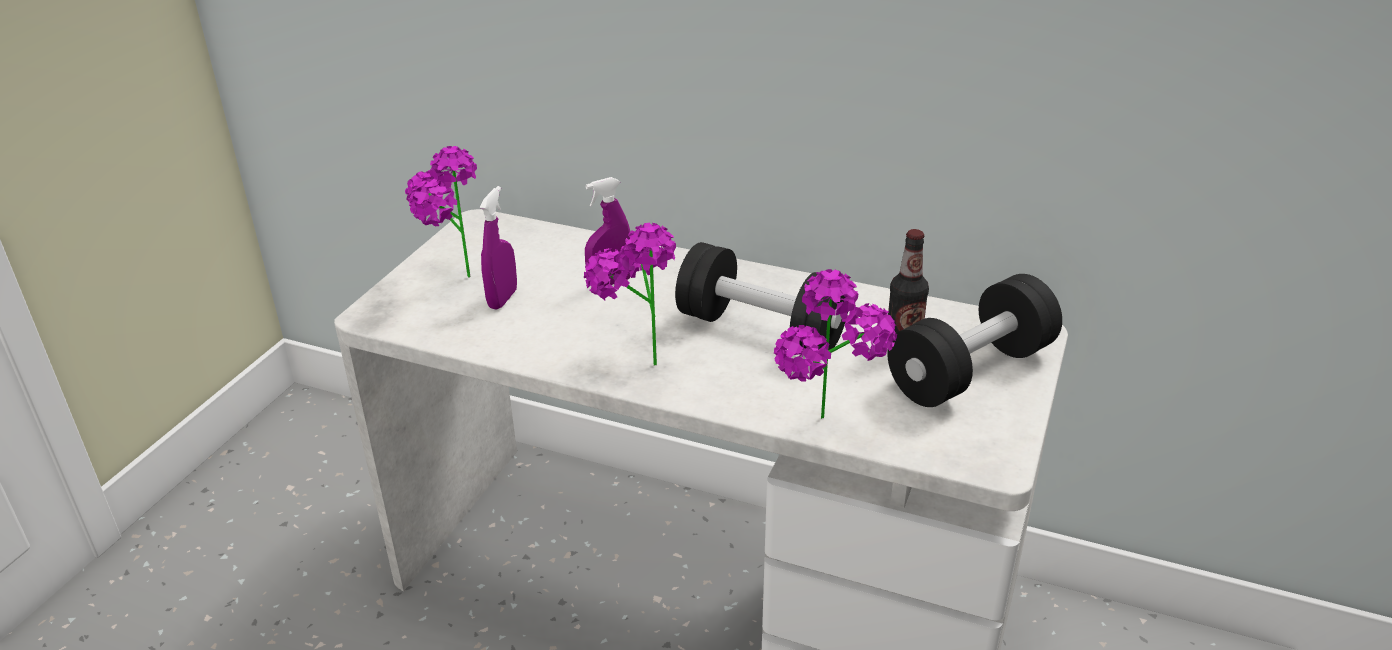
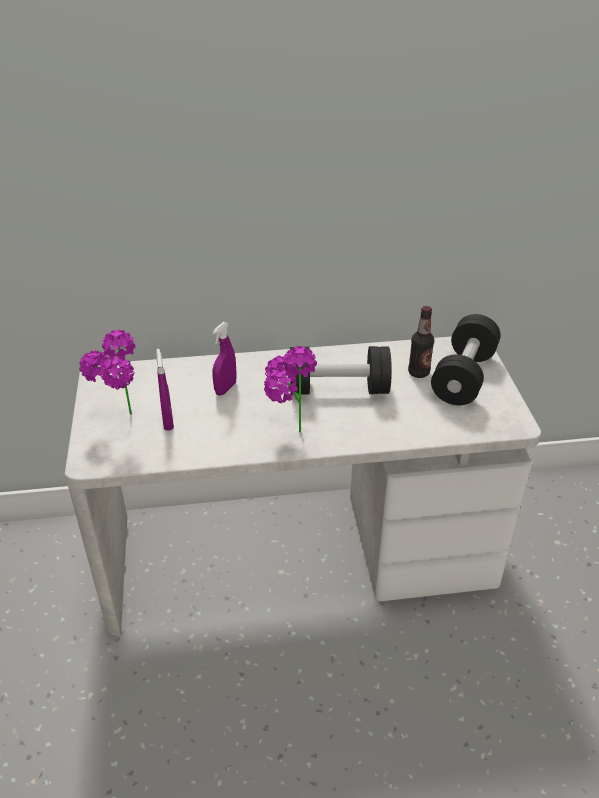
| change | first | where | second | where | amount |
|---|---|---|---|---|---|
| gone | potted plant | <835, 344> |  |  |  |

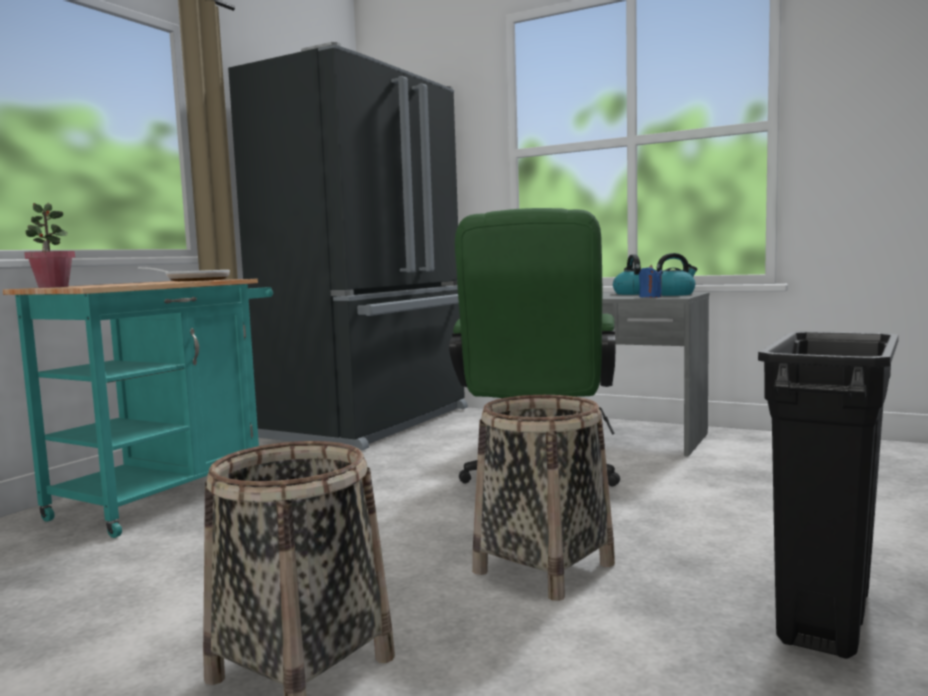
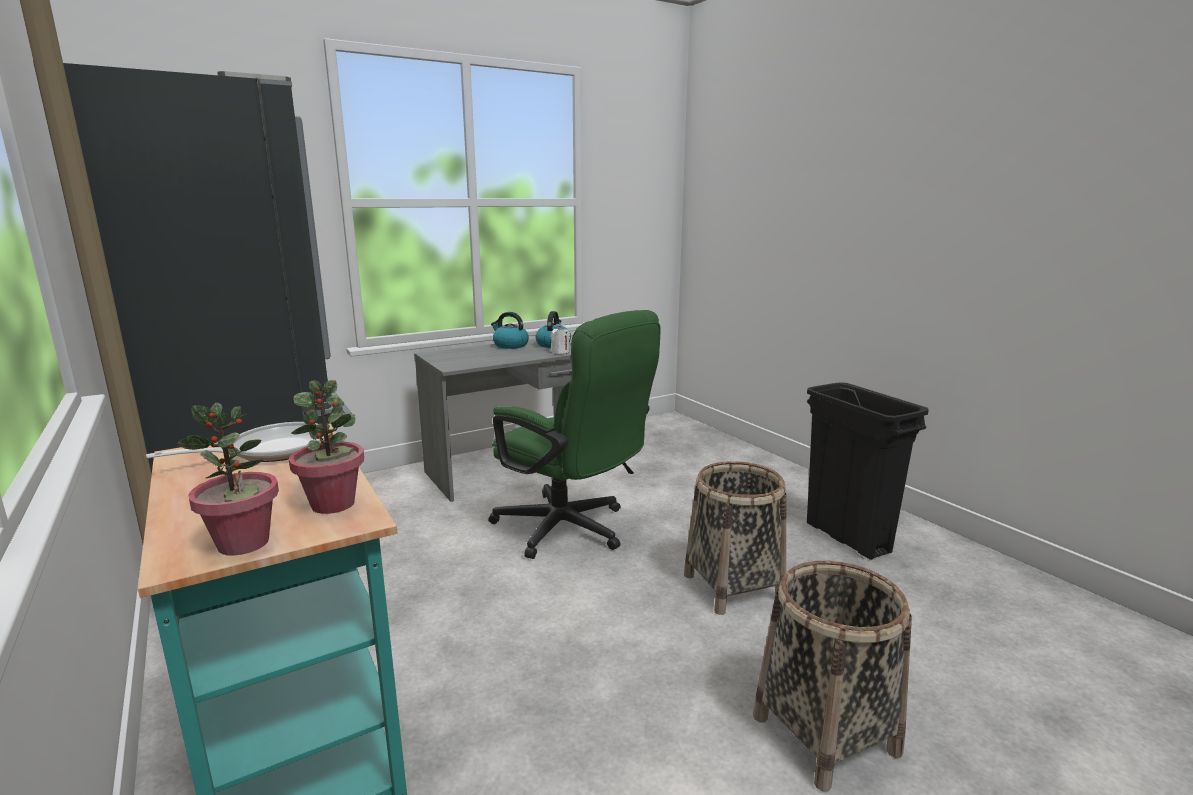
| change | first | where | second | where | amount |
|---|---|---|---|---|---|
| repainted | blue candle | <650, 281> | white candle | <560, 340> |  |
| new |  |  | potted plant | <326, 447> |  |

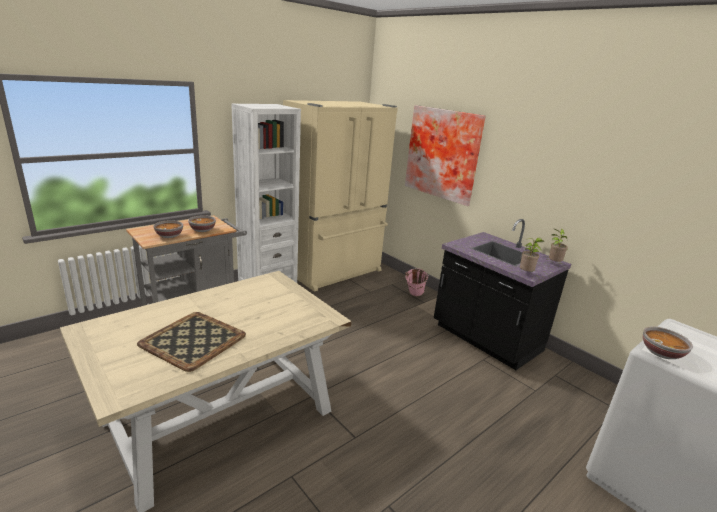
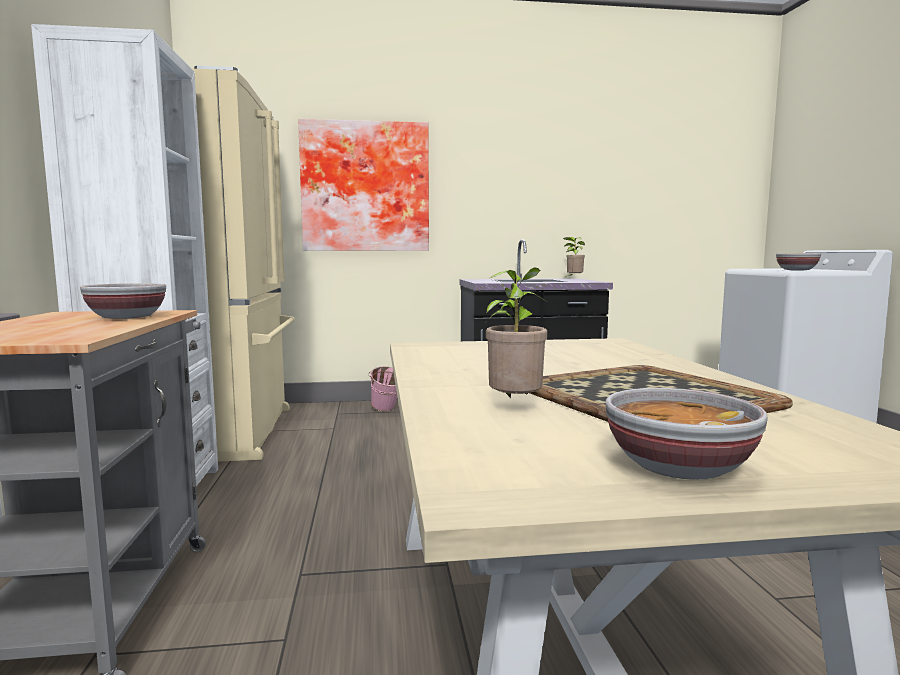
| change | first | where | second | where | amount |
|---|---|---|---|---|---|
| shifted | bowl | <168, 229> |  | <687, 434> |  |
| shifted | potted plant | <532, 255> |  | <517, 333> |  |

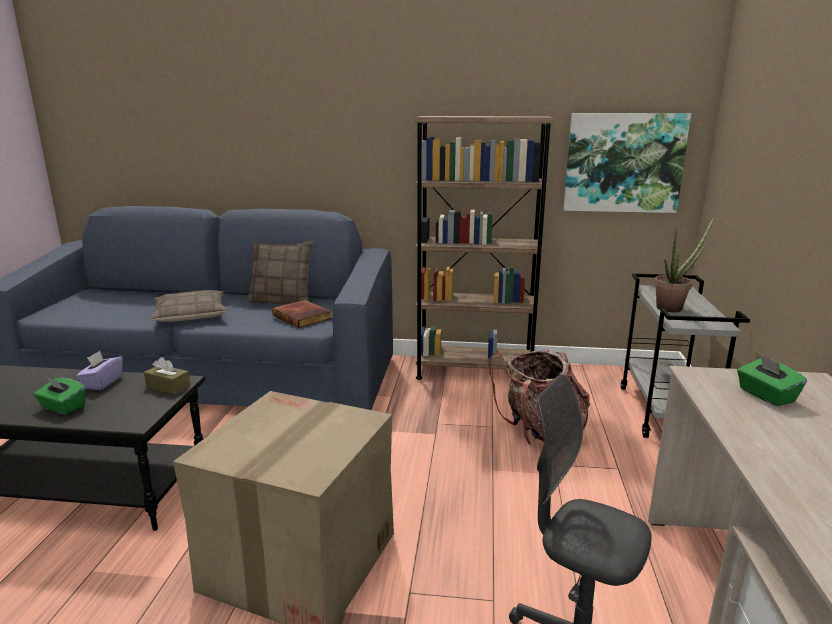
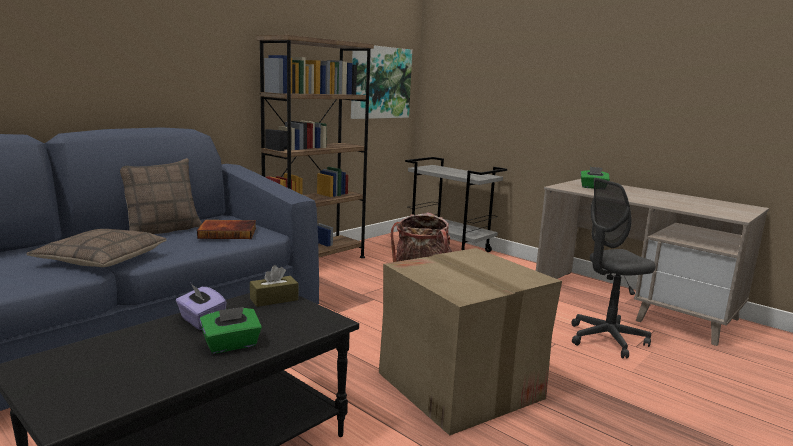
| change | first | where | second | where | amount |
|---|---|---|---|---|---|
| gone | potted plant | <684, 264> |  |  |  |

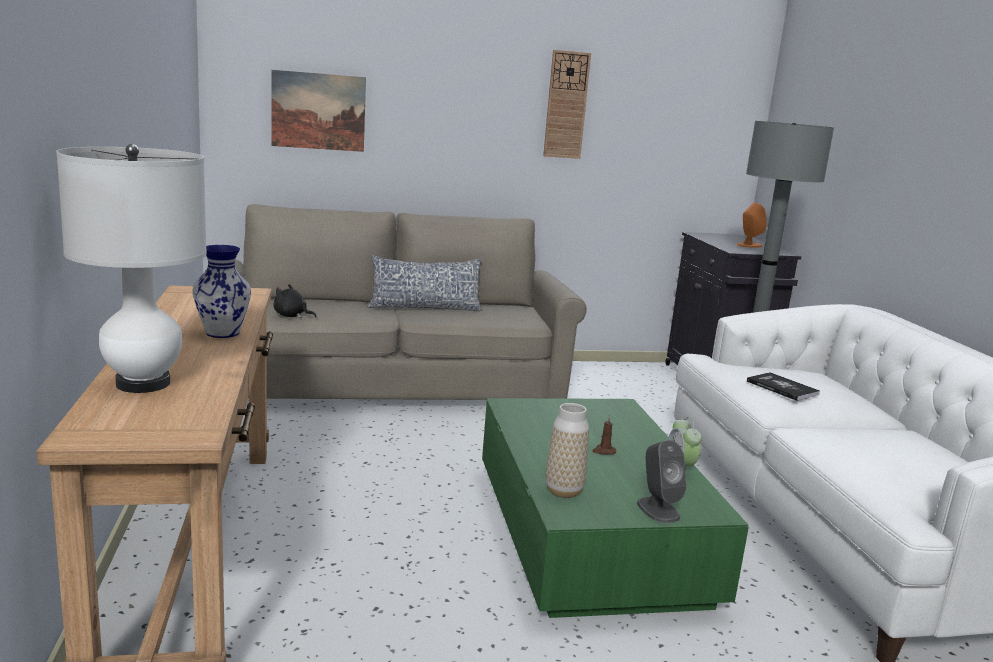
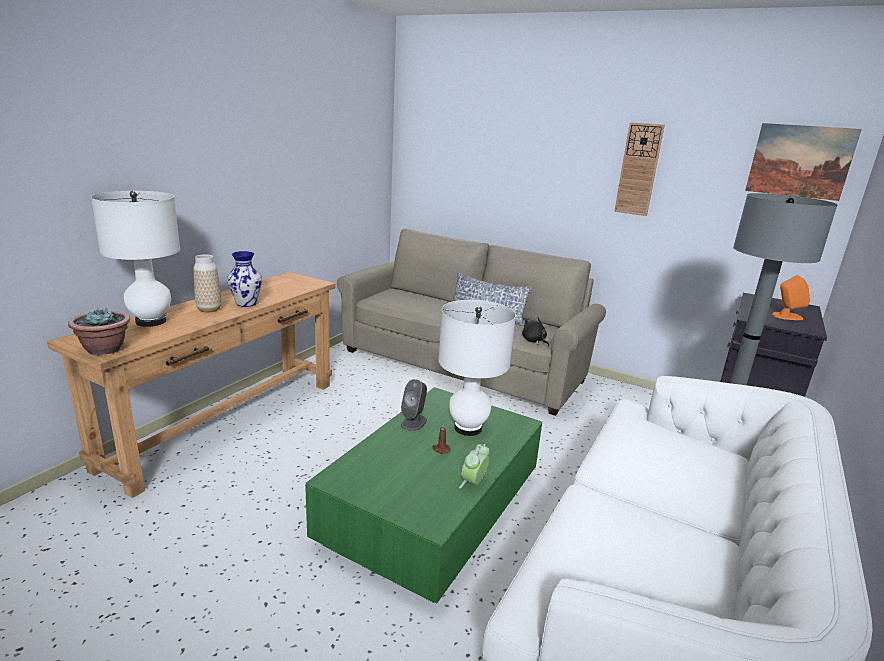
| change | first | where | second | where | amount |
|---|---|---|---|---|---|
| shifted | picture | <319, 111> |  | <803, 162> |  |
| shifted | black plush toy | <294, 301> |  | <535, 332> |  |
| shifted | vase | <567, 450> |  | <207, 283> |  |
| shifted | grey speaker | <662, 481> |  | <414, 405> |  |
| gone | book | <783, 386> |  |  |  |
| new |  |  | potted plant | <99, 331> |  |
| new |  |  | white table lamp | <477, 368> |  |

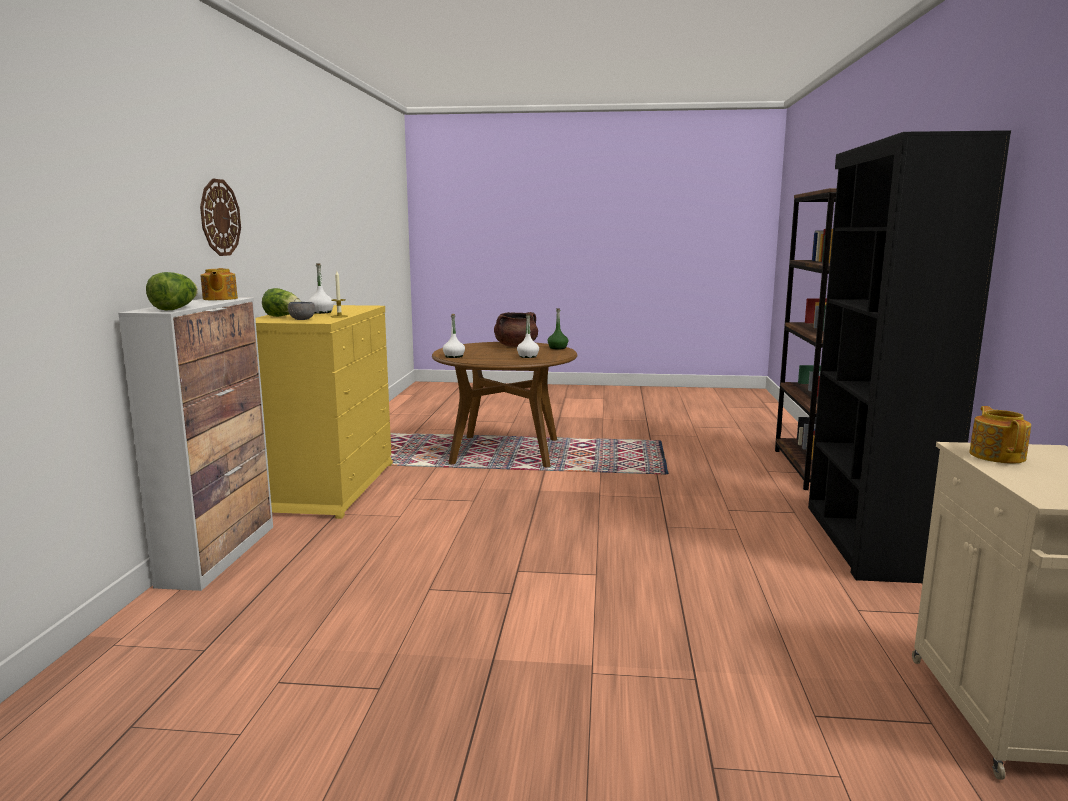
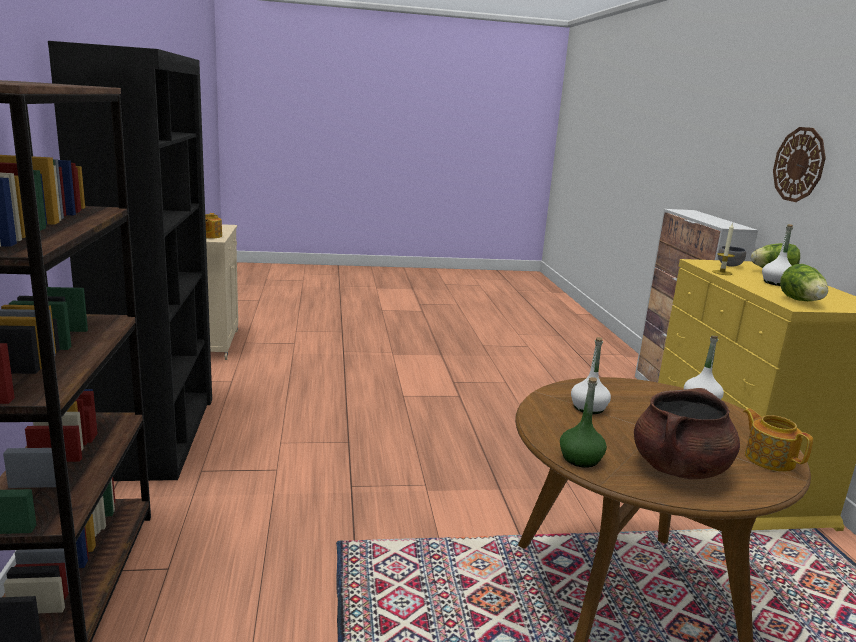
| change | first | where | second | where | amount |
|---|---|---|---|---|---|
| shifted | lettuce | <172, 291> |  | <804, 282> |  |
| shifted | teapot | <219, 284> |  | <778, 440> |  |

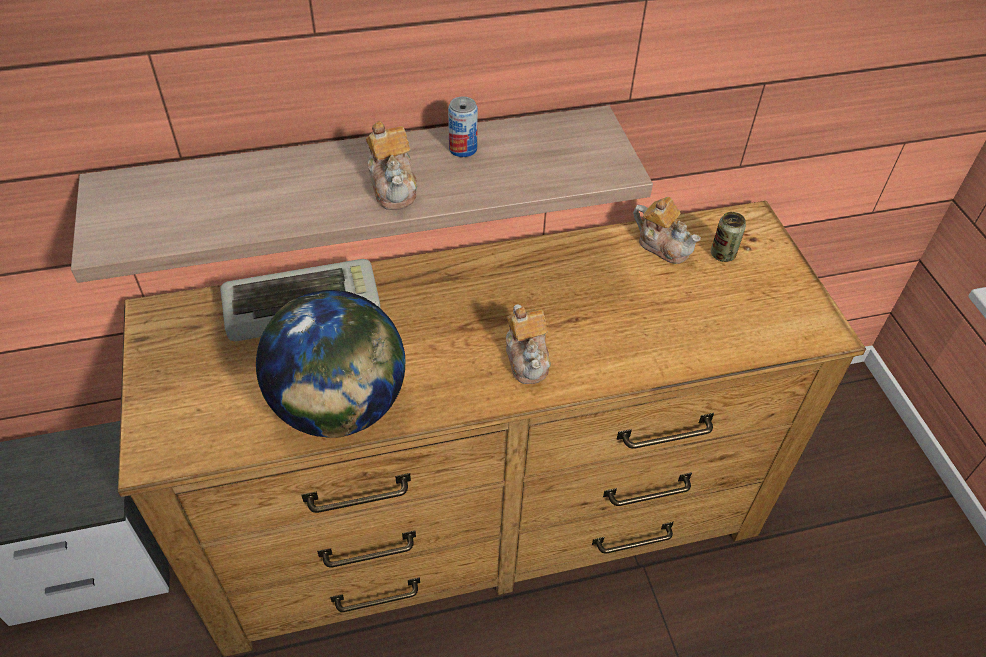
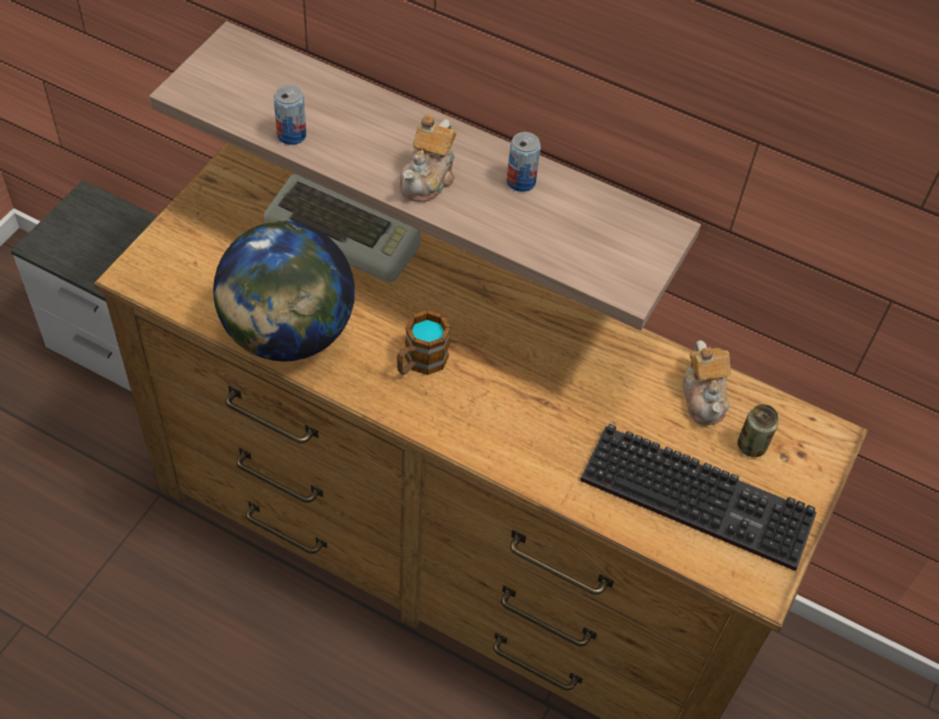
| change | first | where | second | where | amount |
|---|---|---|---|---|---|
| gone | teapot | <528, 344> |  |  |  |
| new |  |  | can | <290, 115> |  |
| new |  |  | mug | <424, 342> |  |
| new |  |  | keyboard | <698, 497> |  |

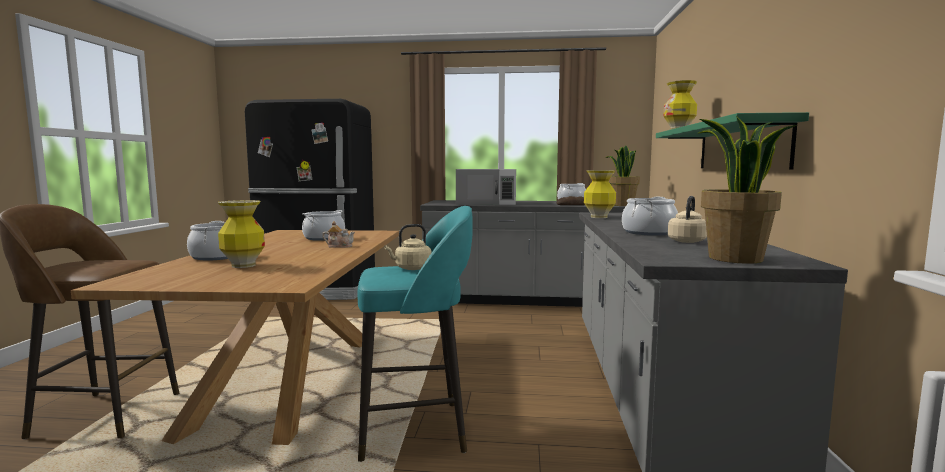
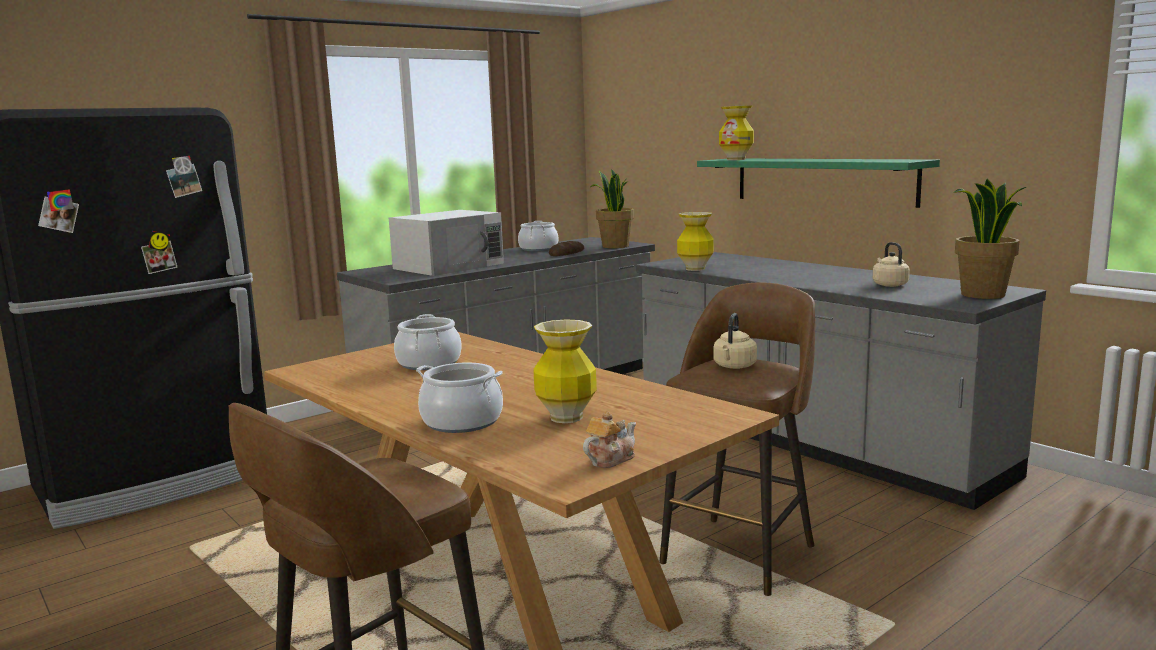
| change | first | where | second | where | amount |
|---|---|---|---|---|---|
| shifted | teapot | <338, 234> |  | <609, 439> |  |
| repainted | turquoise stool | <415, 334> | brown stool | <737, 439> |  |
| gone | cooking pot | <650, 216> |  |  |  |

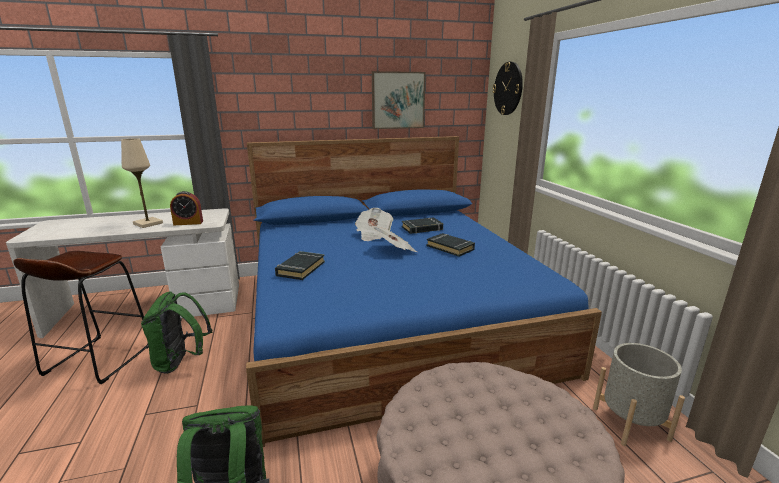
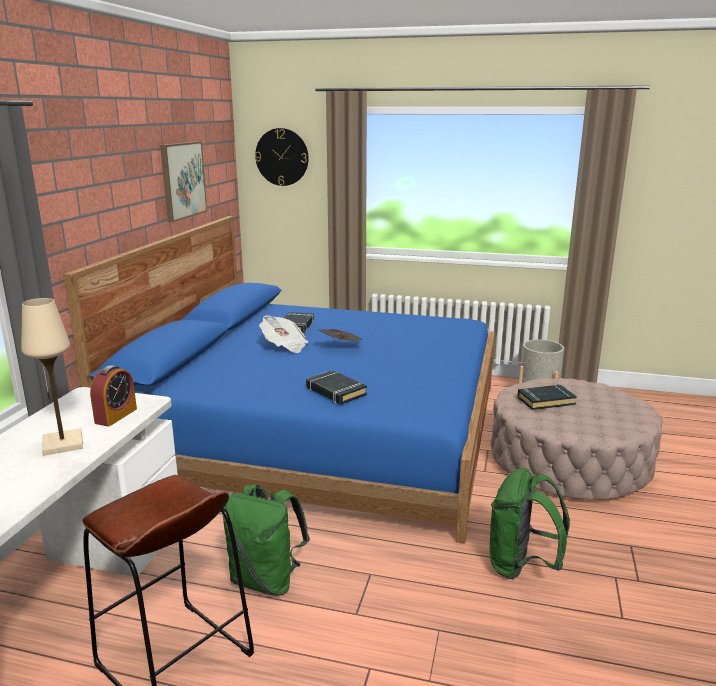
| change | first | where | second | where | amount |
|---|---|---|---|---|---|
| shifted | black book | <451, 245> |  | <547, 397> |  |

